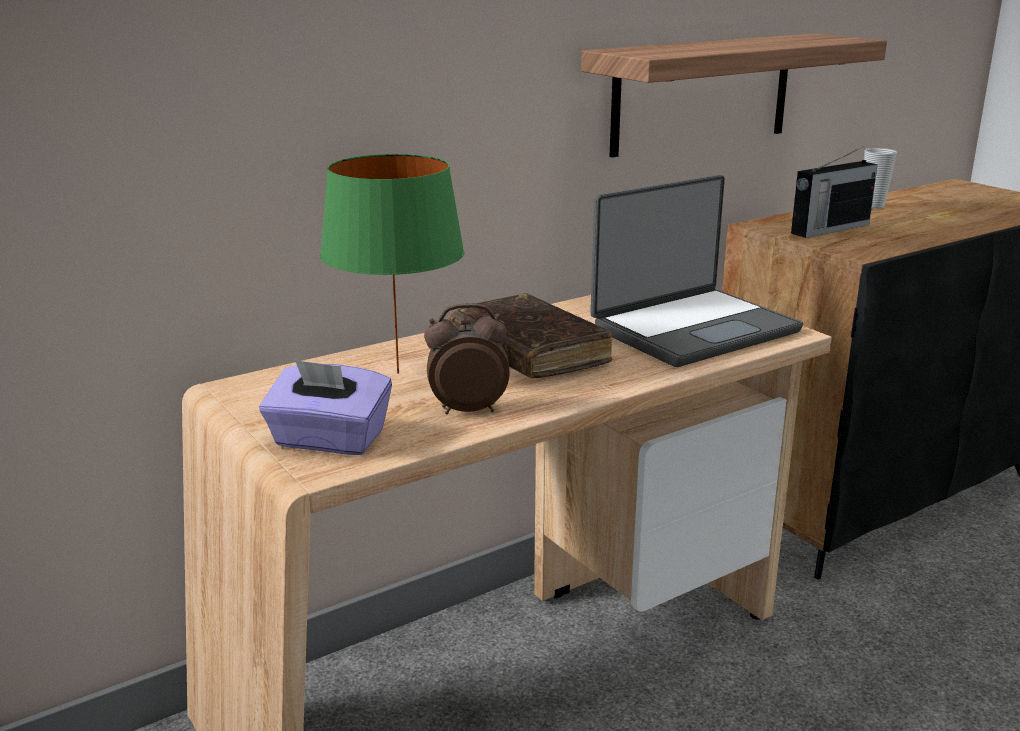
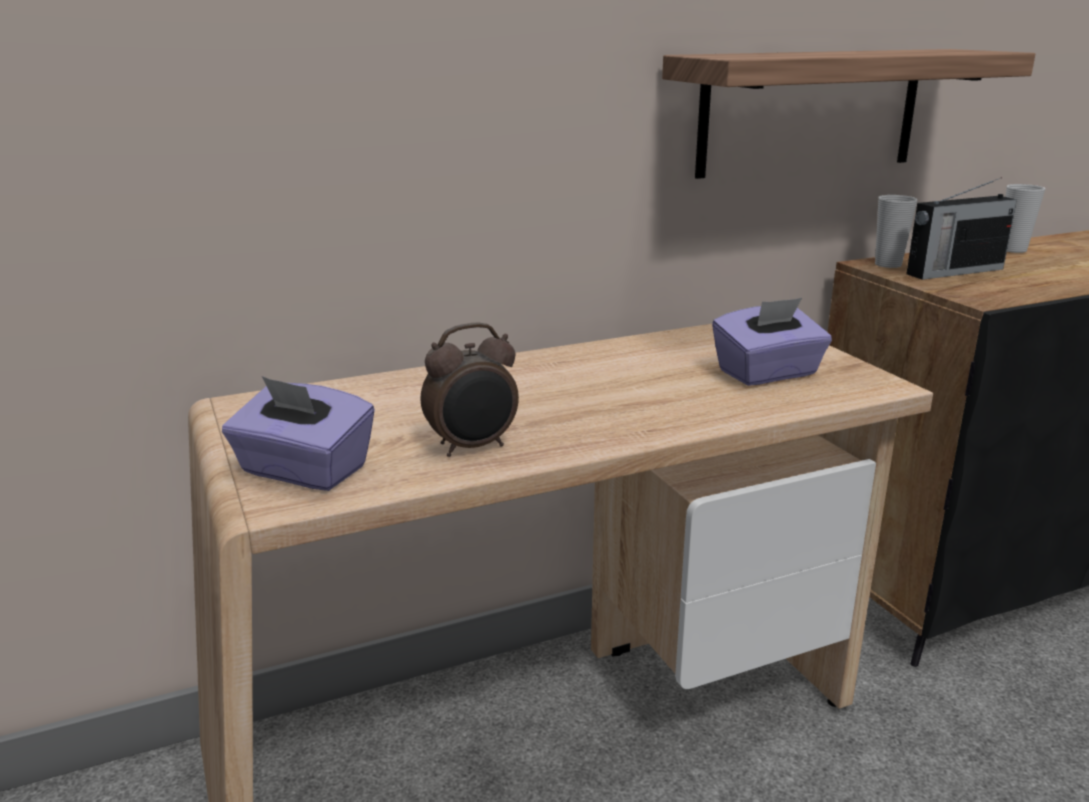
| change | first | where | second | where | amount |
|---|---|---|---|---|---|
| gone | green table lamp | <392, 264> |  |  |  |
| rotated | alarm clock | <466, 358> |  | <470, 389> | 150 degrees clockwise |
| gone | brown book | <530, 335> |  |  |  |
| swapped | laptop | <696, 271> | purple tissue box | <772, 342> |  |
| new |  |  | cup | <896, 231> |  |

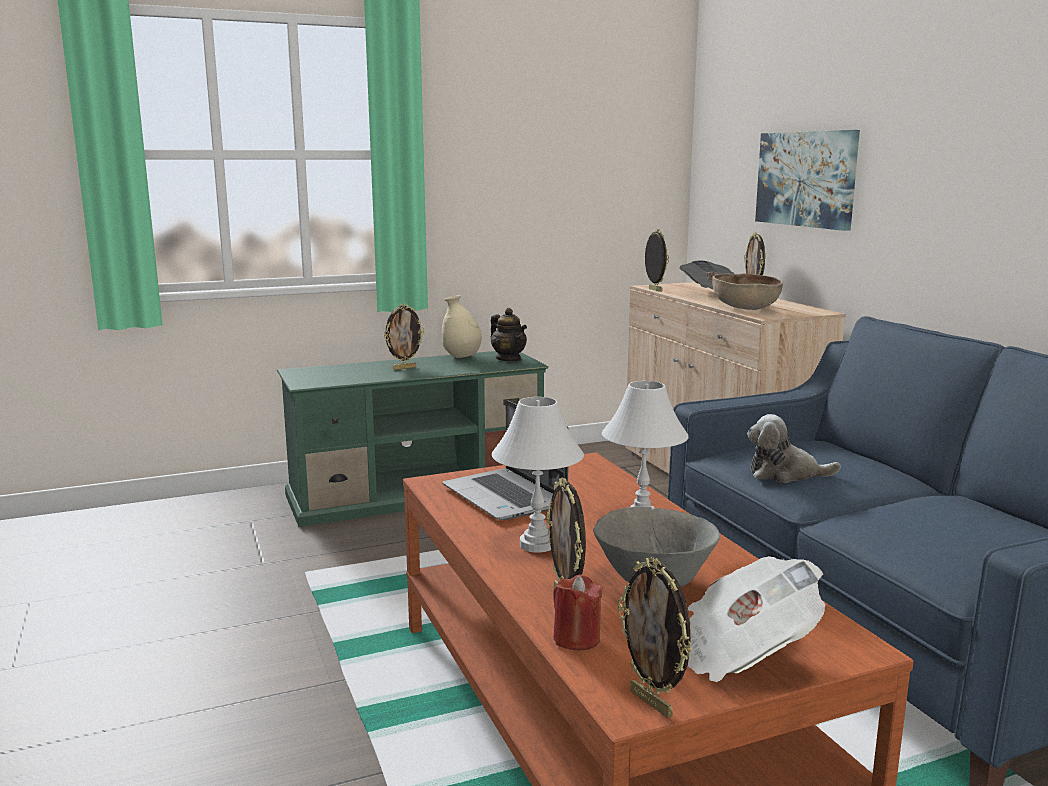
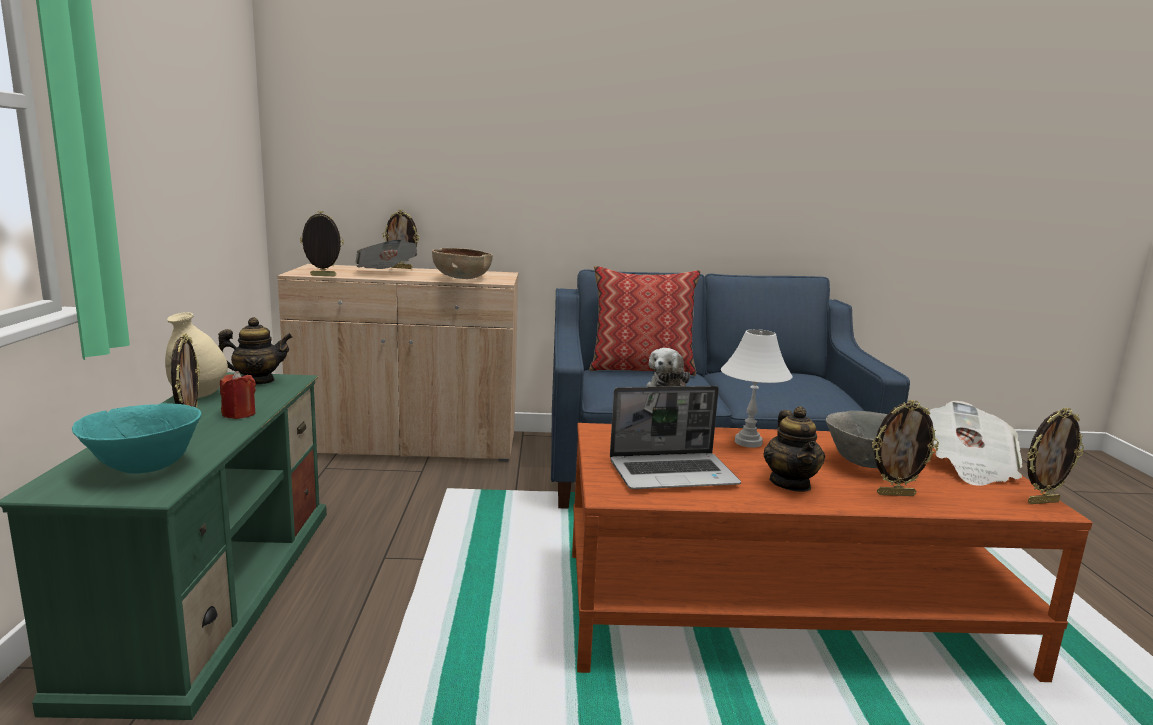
| change | first | where | second | where | amount |
|---|---|---|---|---|---|
| swapped | white table lamp | <538, 475> | teapot | <794, 449> |  |
| shifted | red candle | <578, 612> |  | <238, 395> |  |
| gone | picture | <807, 180> |  |  |  |
| new |  |  | turquoise bowl | <136, 438> |  |
| new |  |  | pillow | <645, 321> |  |

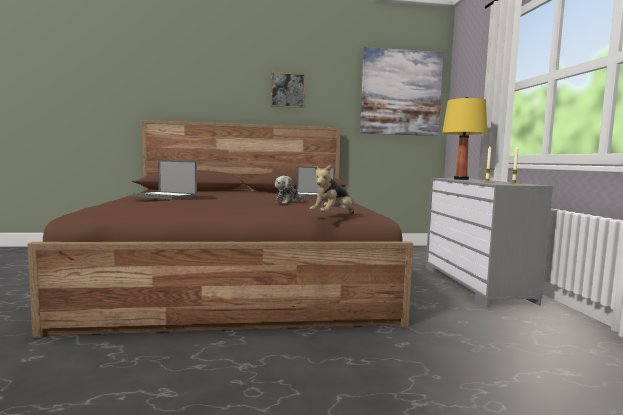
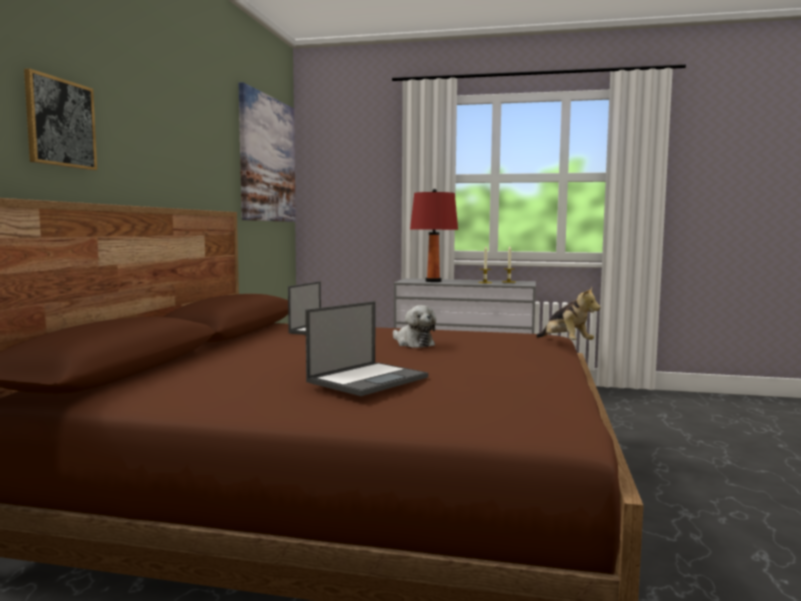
| change | first | where | second | where | amount |
|---|---|---|---|---|---|
| shifted | picture | <288, 90> |  | <60, 119> |  |
| repainted | yellow table lamp | <464, 138> | red table lamp | <434, 235> |  |

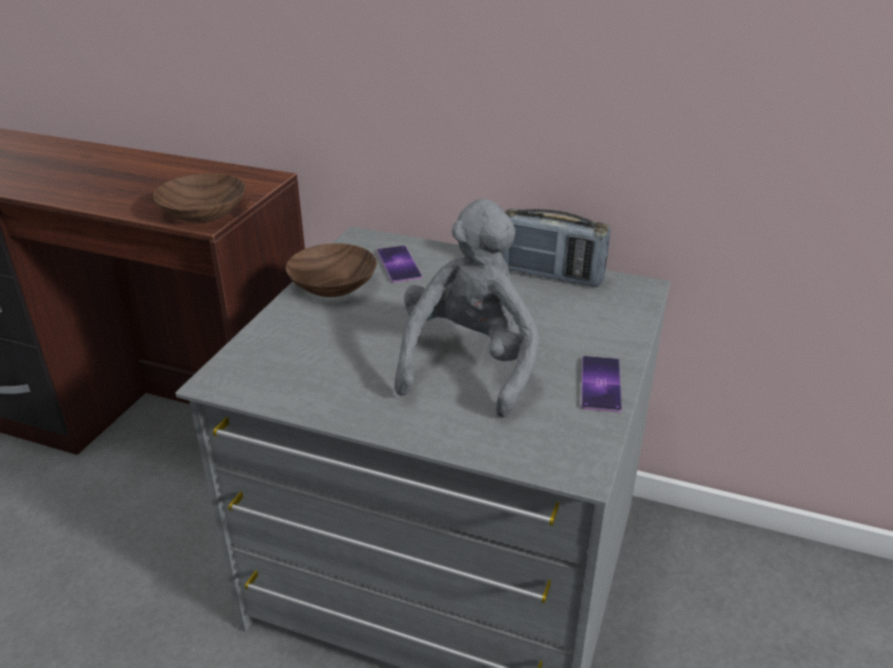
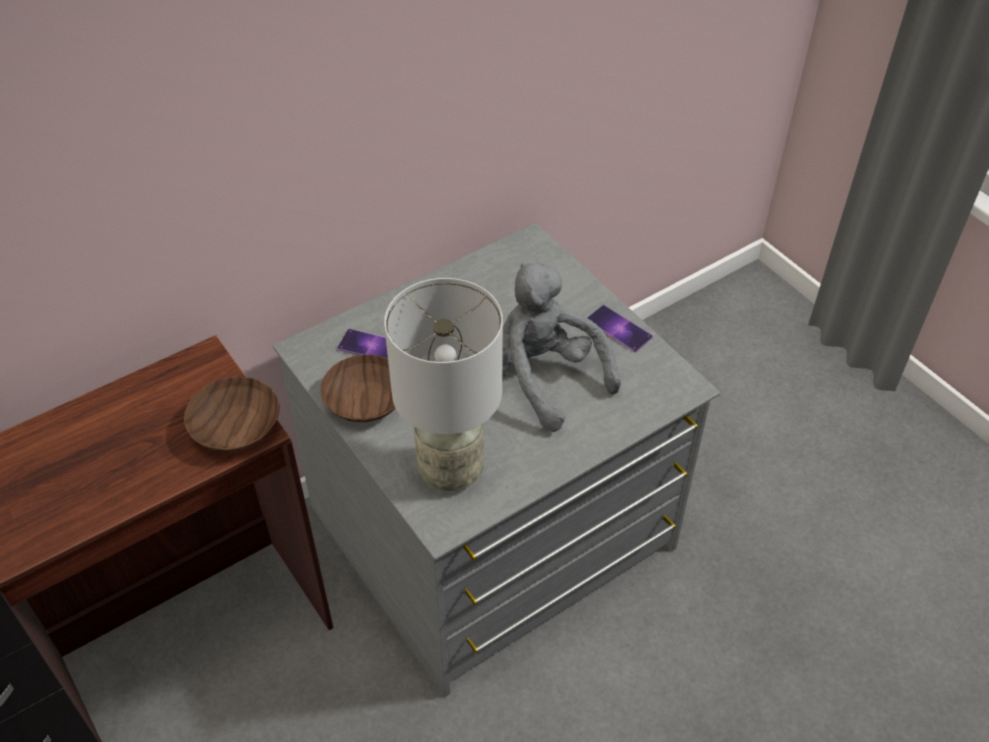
| change | first | where | second | where | amount |
|---|---|---|---|---|---|
| gone | radio | <556, 247> |  |  |  |
| new |  |  | grey table lamp | <443, 384> |  |

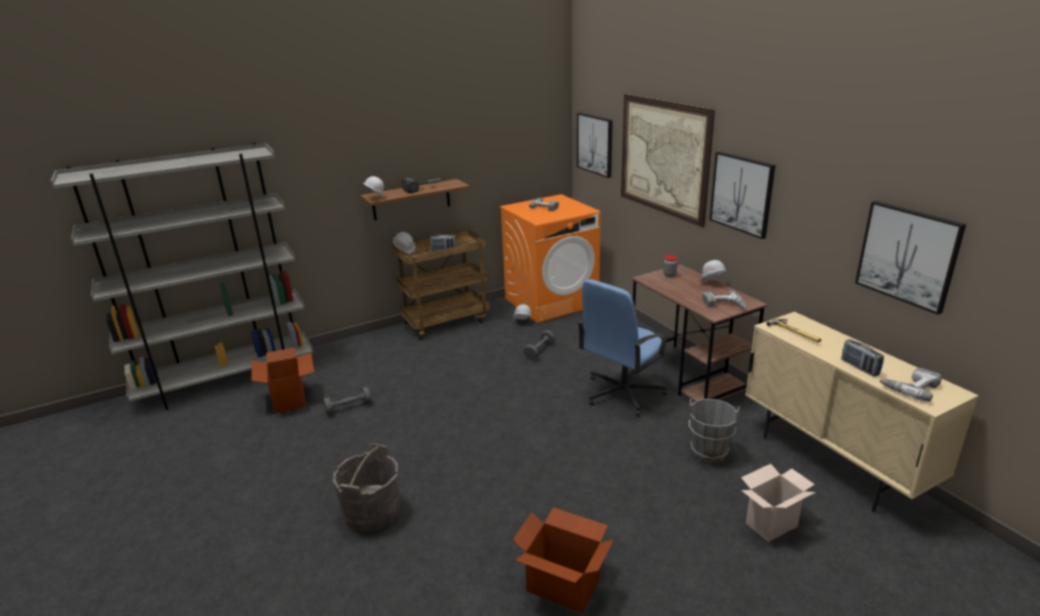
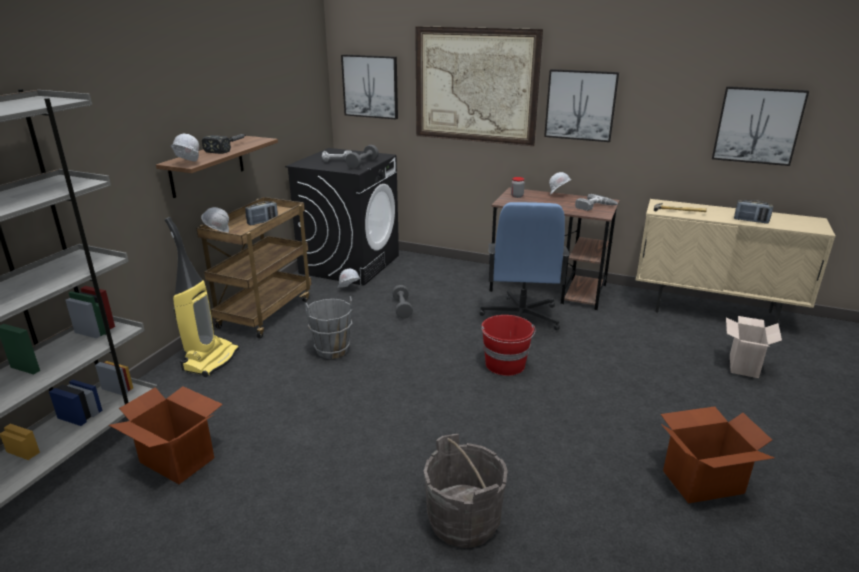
| change | first | where | second | where | amount |
|---|---|---|---|---|---|
| shifted | grey dumbbell | <347, 401> |  | <362, 157> |  |
| repainted | orange washing machine | <550, 258> | black washing machine | <342, 217> |  |
| shifted | grey bucket | <714, 431> |  | <328, 327> |  |
| gone | power drill | <911, 385> |  |  |  |
| new |  |  | vacuum cleaner | <202, 297> |  |
| new |  |  | red bucket | <508, 345> |  |

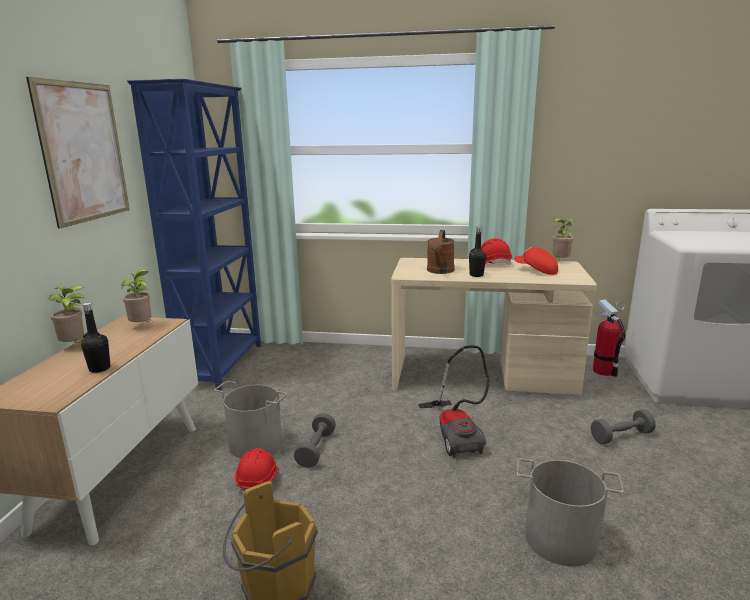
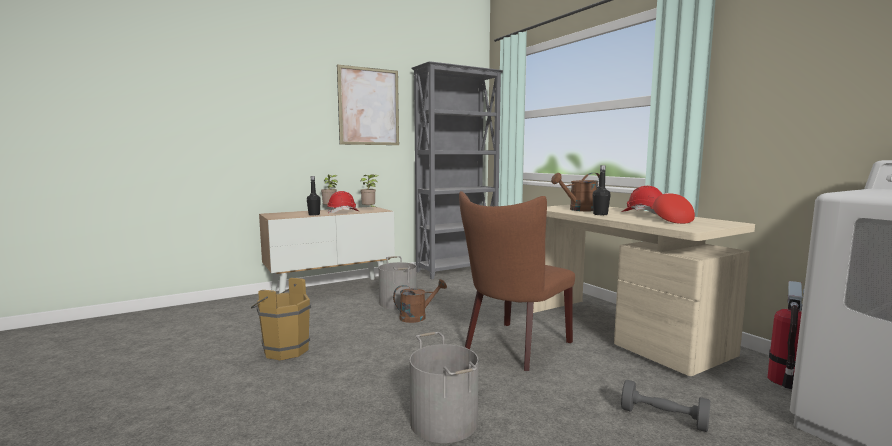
| change | first | where | second | where | amount |
|---|---|---|---|---|---|
| repainted | blue bookcase | <194, 234> | grey bookcase | <457, 170> |  |
| shifted | red hard hat | <257, 472> |  | <344, 202> |  |
| swapped | grey dumbbell | <315, 440> | brown watering can | <420, 301> |  |
| swapped | vacuum cleaner | <453, 401> | brown chair | <517, 281> |  |
| gone | potted plant | <563, 239> |  |  |  |

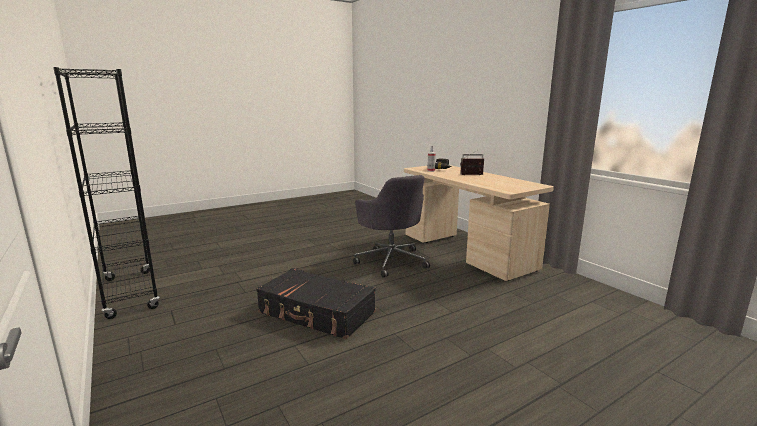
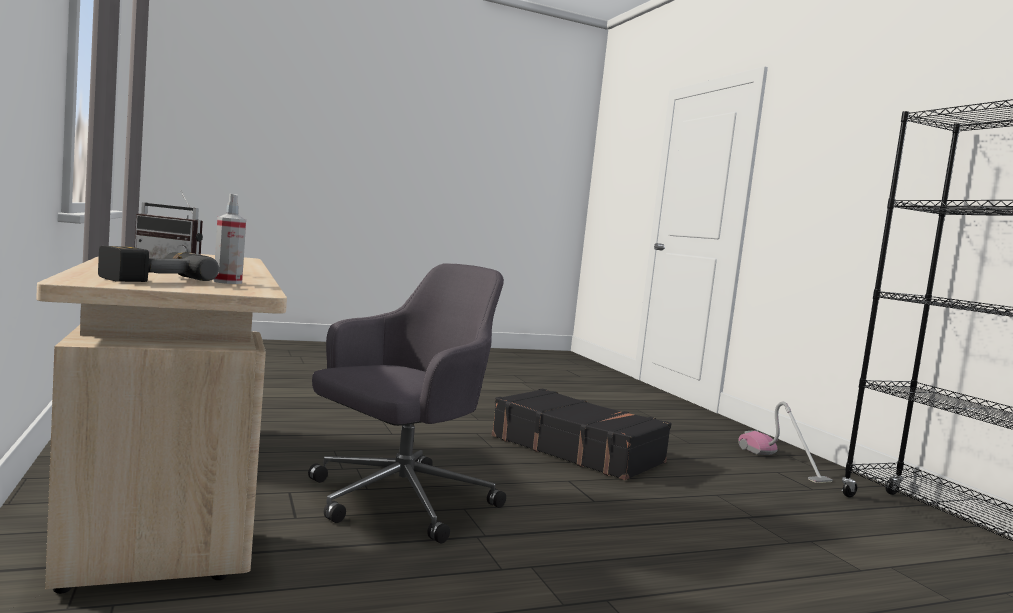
| change | first | where | second | where | amount |
|---|---|---|---|---|---|
| rotated | grey office chair | <391, 226> |  | <407, 403> | 60 degrees clockwise |
| new |  |  | vacuum cleaner | <785, 442> |  |

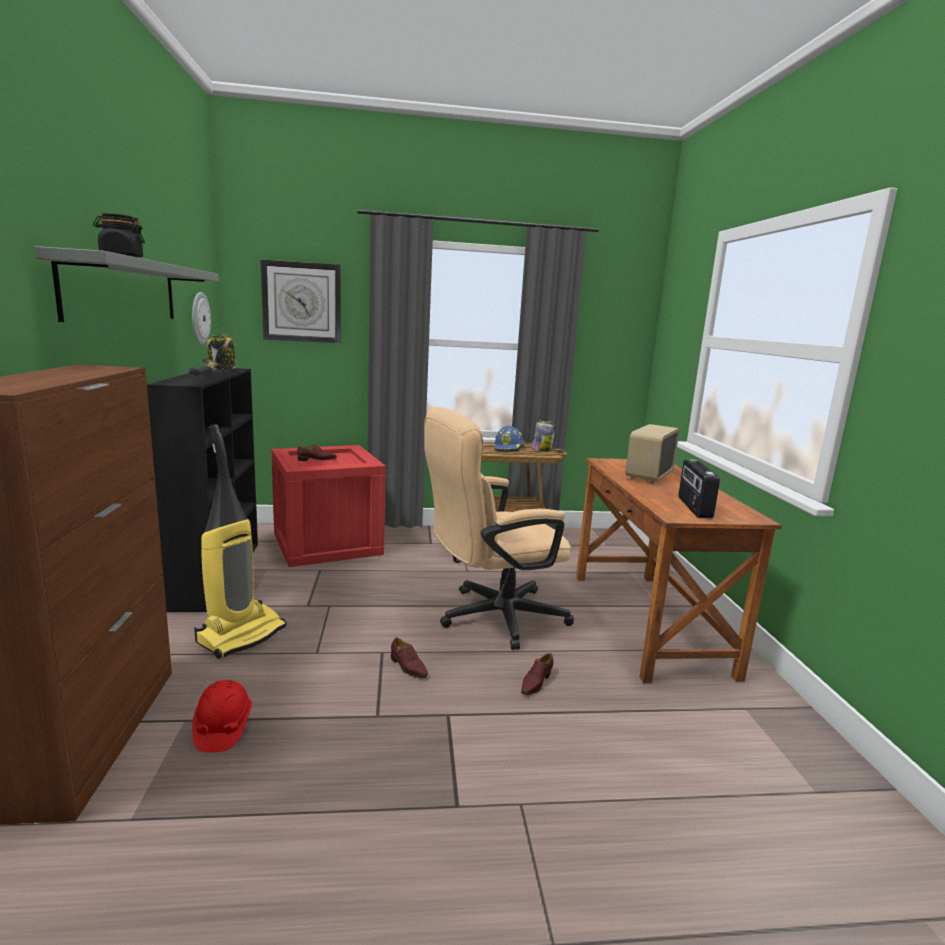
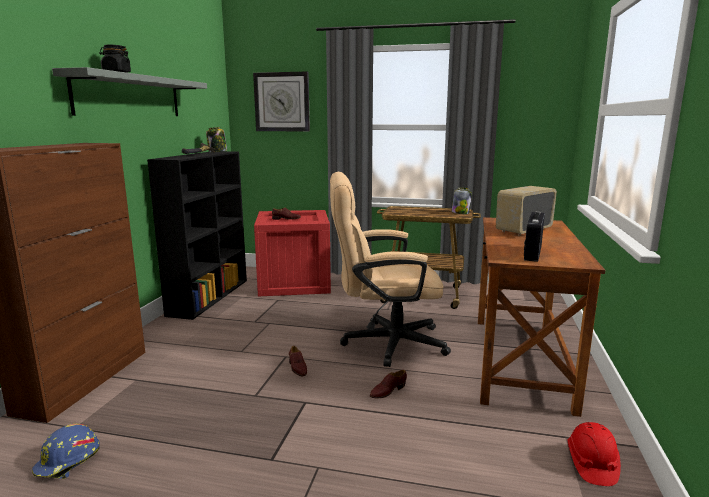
| change | first | where | second | where | amount |
|---|---|---|---|---|---|
| gone | wall clock | <201, 318> |  |  |  |
| shifted | red hard hat | <222, 716> |  | <594, 454> |  |
| gone | vacuum cleaner | <240, 541> |  |  |  |
| shifted | blue hard hat | <509, 438> |  | <66, 451> |  |

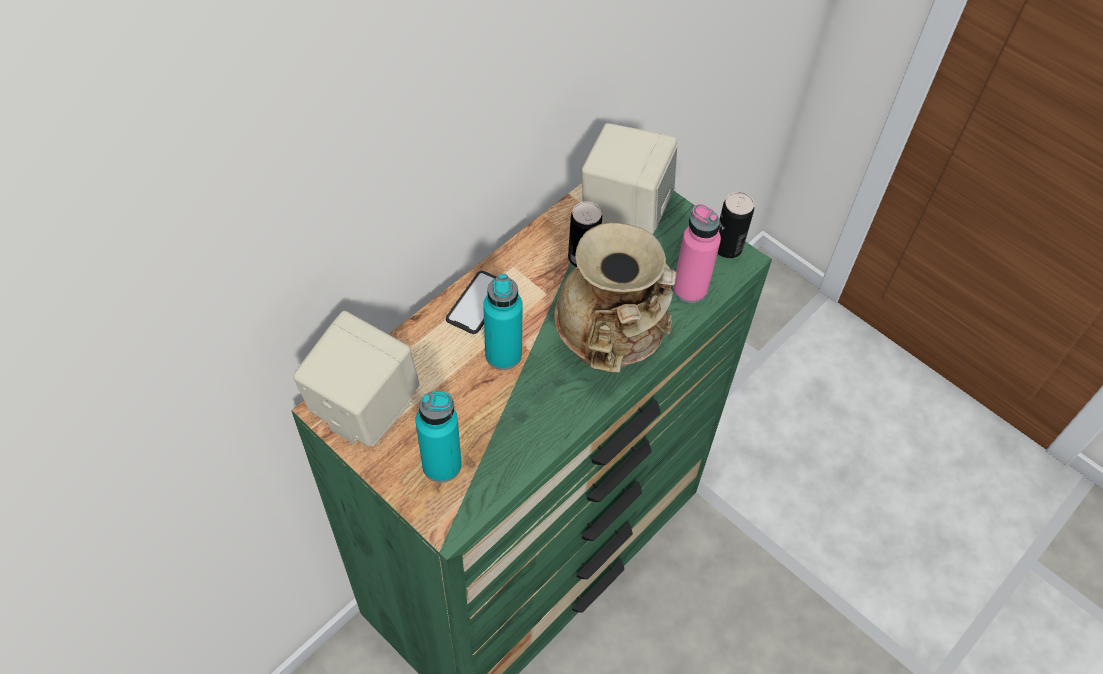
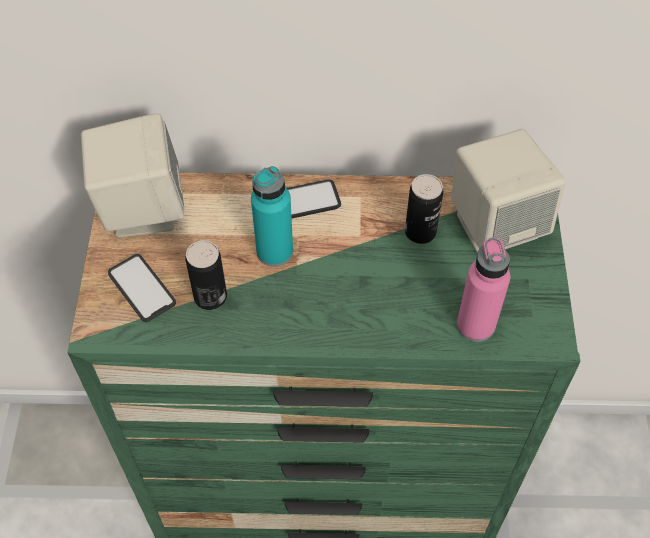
| change | first | where | second | where | amount |
|---|---|---|---|---|---|
| swapped | turquoise bottle | <439, 437> | phone | <142, 288> |  |
| gone | beige vase | <615, 297> |  |  |  |
| shifted | can | <735, 225> |  | <206, 275> |  |

